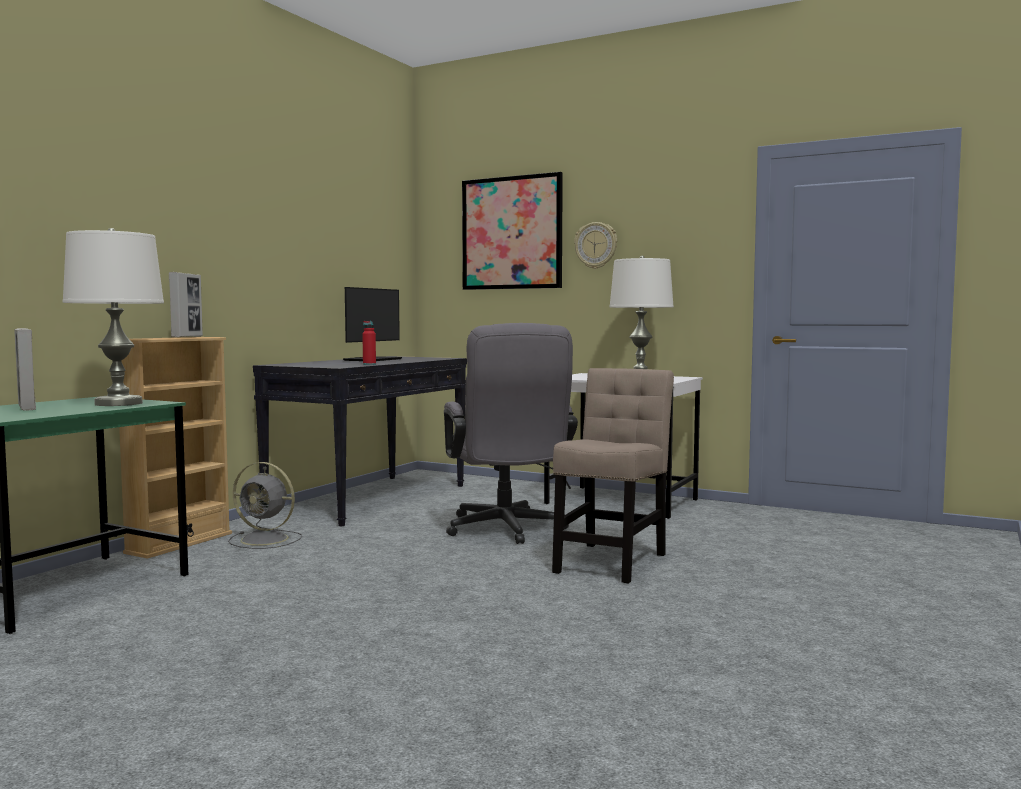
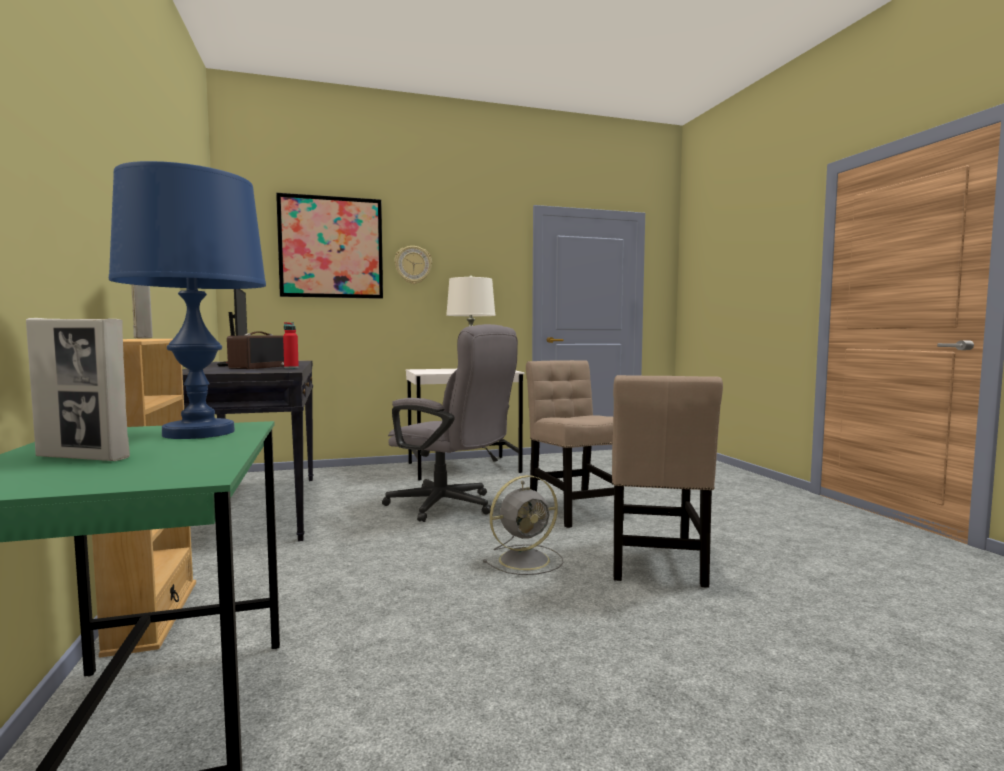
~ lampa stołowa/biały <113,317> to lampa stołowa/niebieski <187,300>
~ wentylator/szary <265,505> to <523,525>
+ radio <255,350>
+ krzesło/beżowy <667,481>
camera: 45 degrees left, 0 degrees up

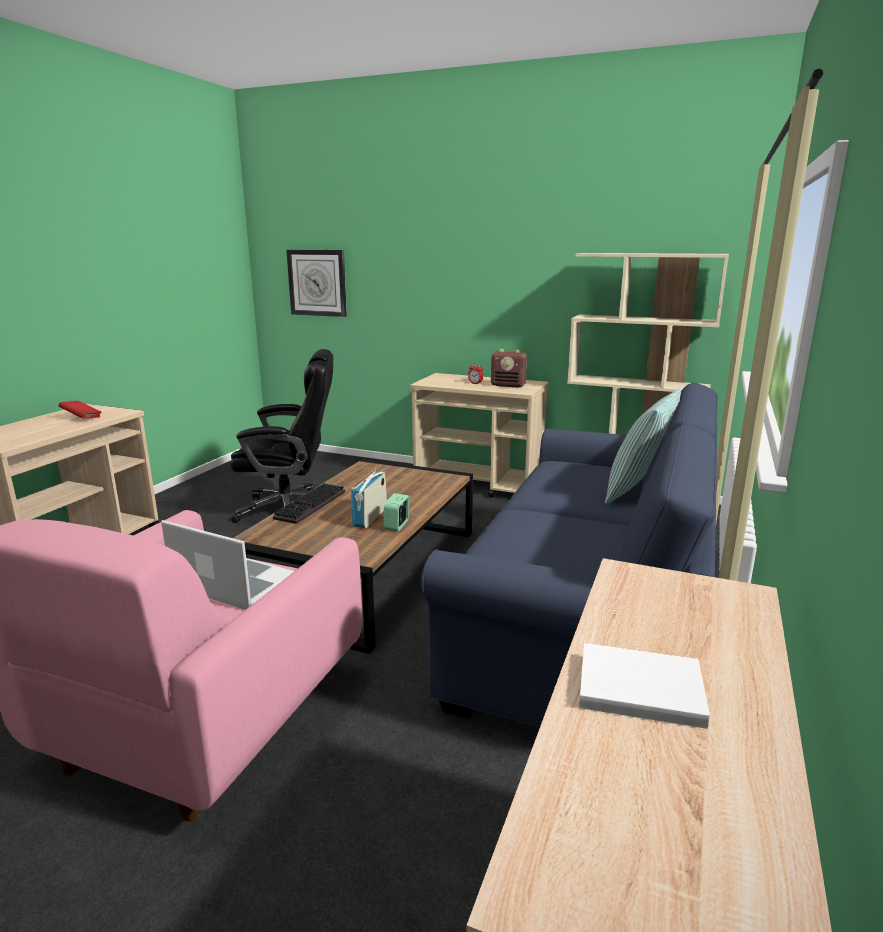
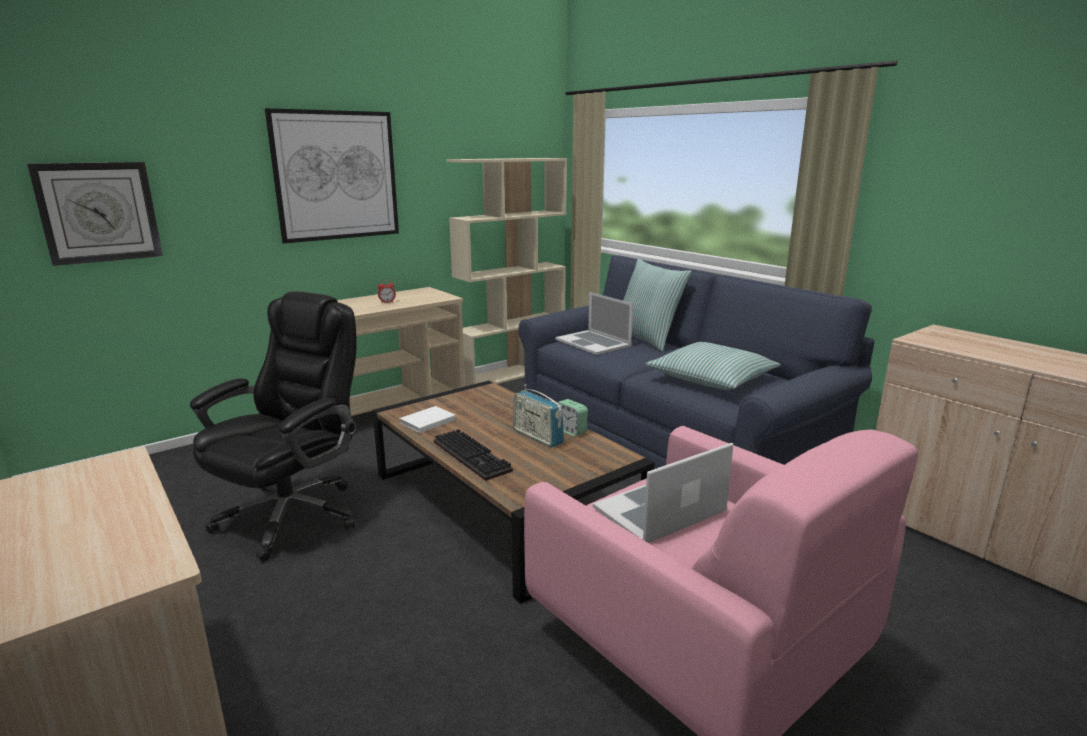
- książka/czerwony <80,410>
- radio <509,368>
~ książka/biały <644,686> to <428,419>
+ obraz <332,175>
+ laptop <594,323>
+ poduszka <713,366>
camera: 60 degrees left, 0 degrees up

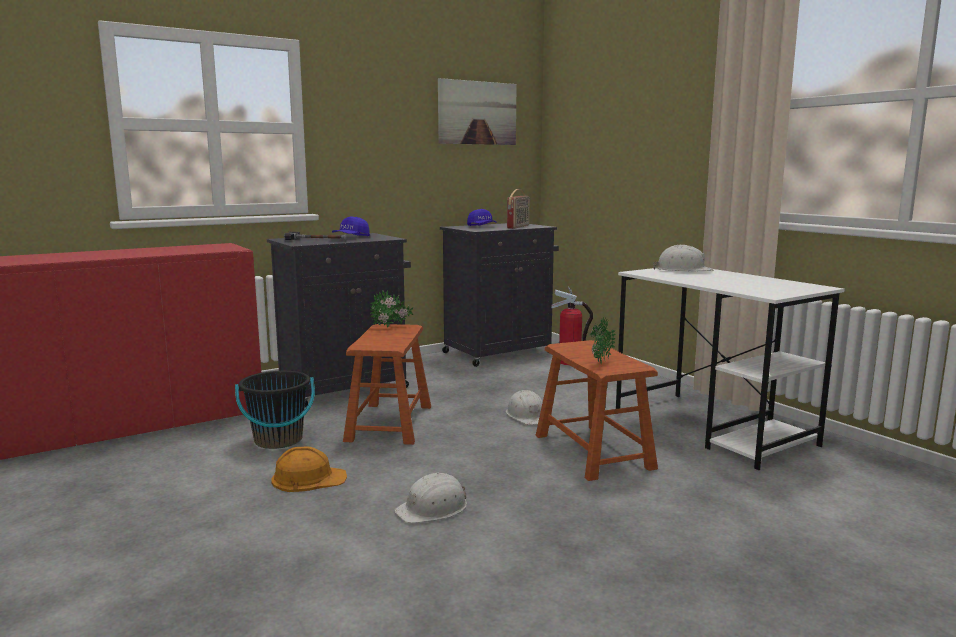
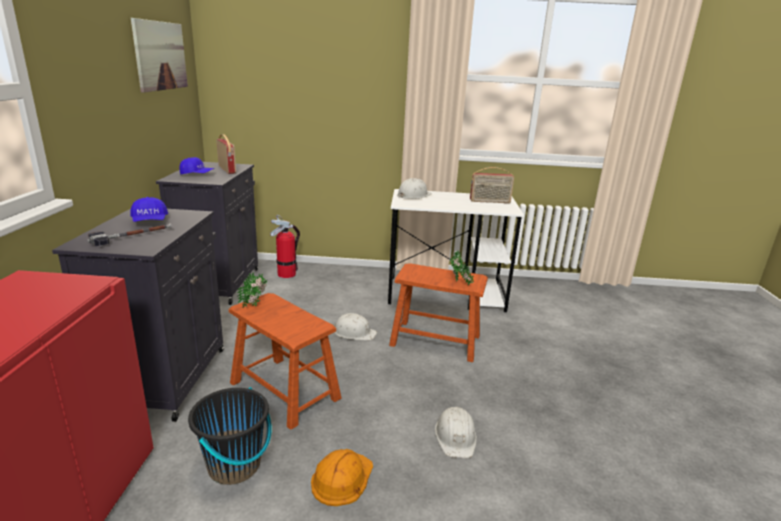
+ radio <492,185>
camera: 55 degrees left, 10 degrees up

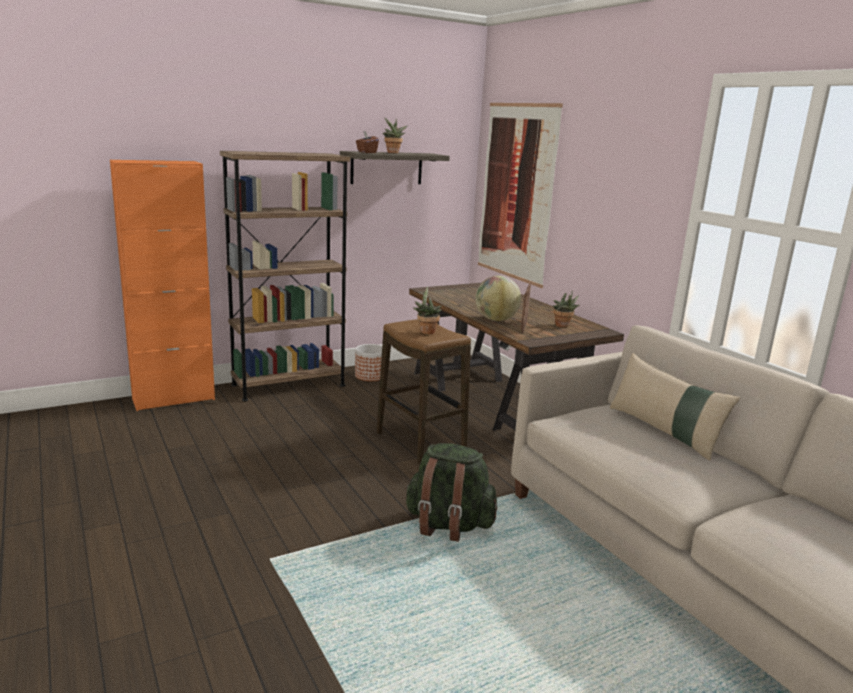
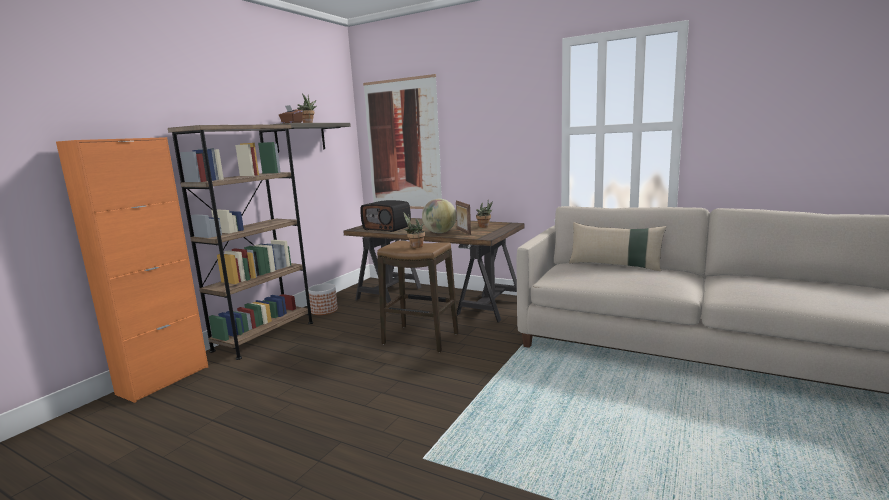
- plecak/zielony <451,492>
+ radio <385,216>
camera: 30 degrees left, 5 degrees down

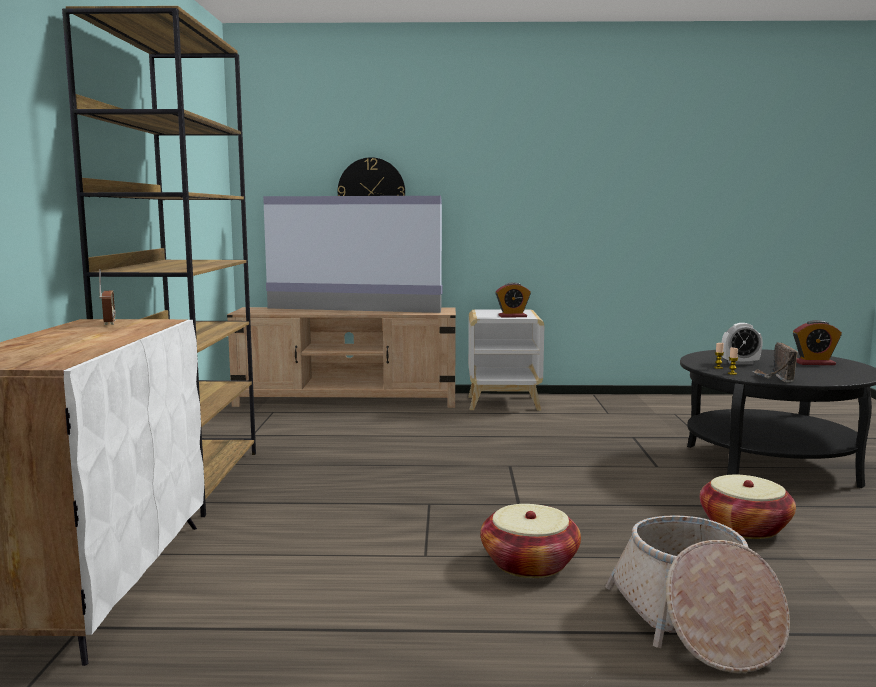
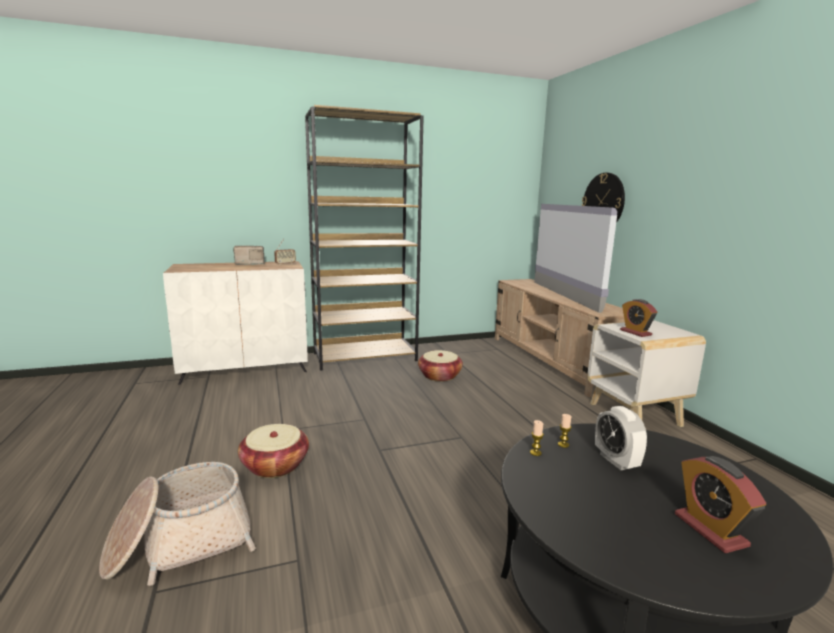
~ koszyk <748,507> to <440,366>
~ radio <775,362> to <249,255>
camera: 70 degrees right, 5 degrees up

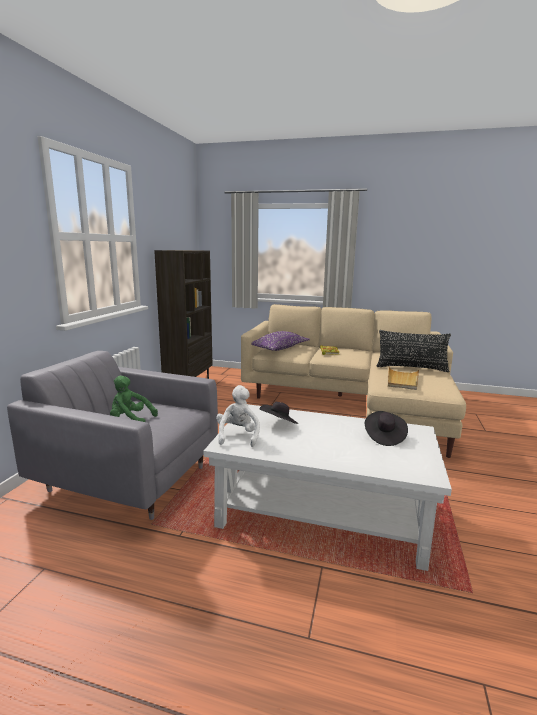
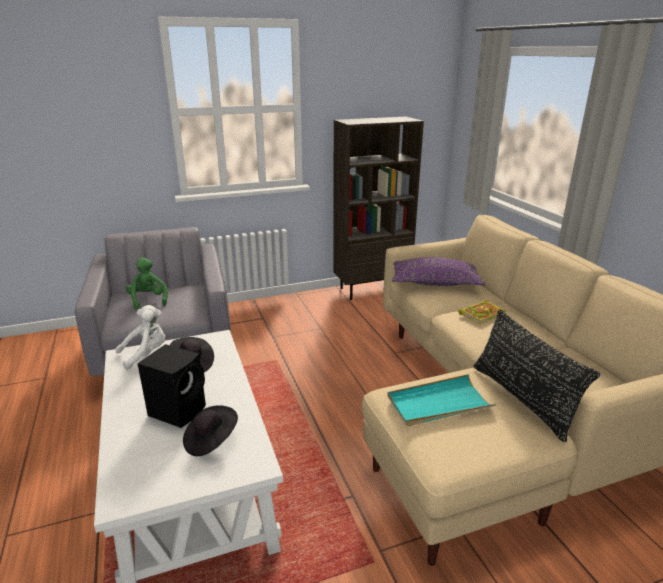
~ taca/beżowy <403,378> to taca/turkusowy <441,400>
+ głośnik/czarny <171,386>
camera: 55 degrees right, 10 degrees up

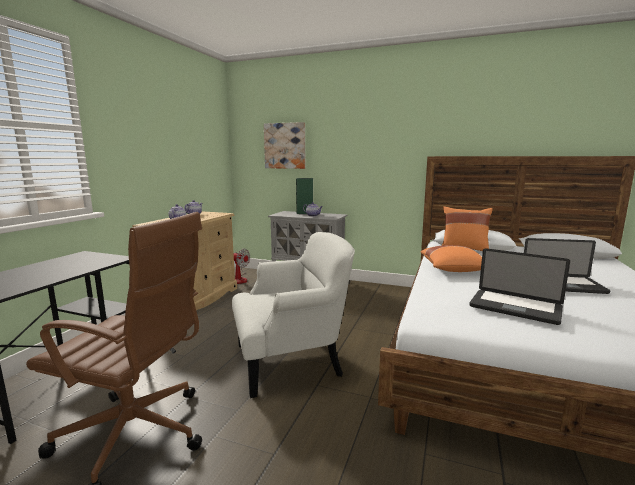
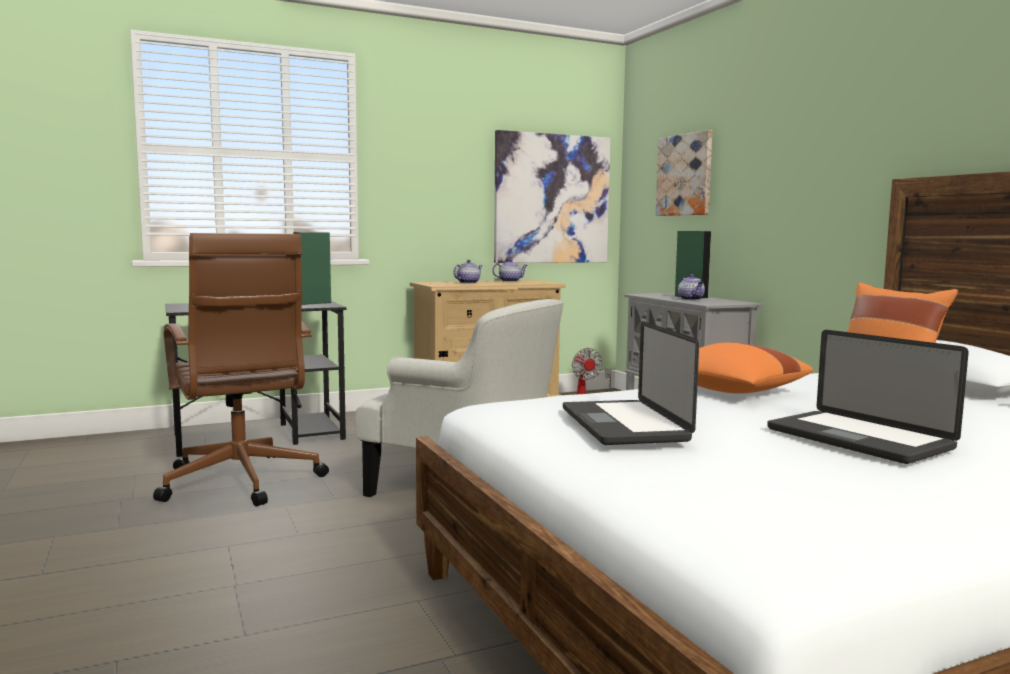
+ głośnik/zielony <312,268>
+ obraz <552,196>
camera: 45 degrees right, 5 degrees down

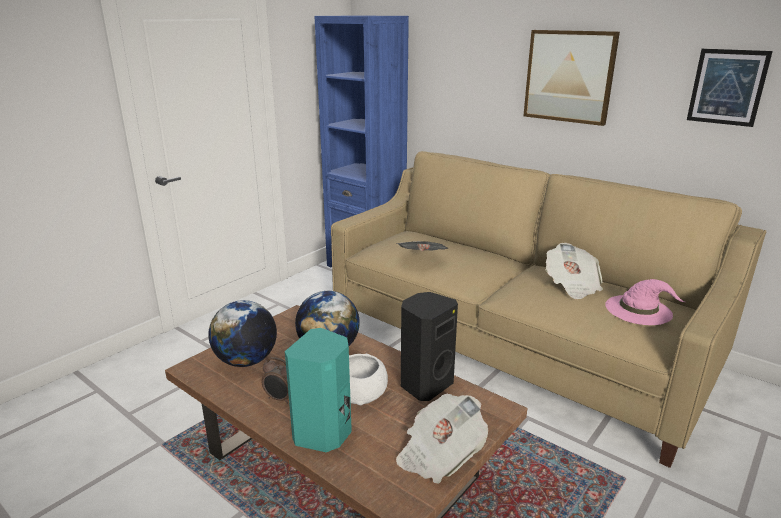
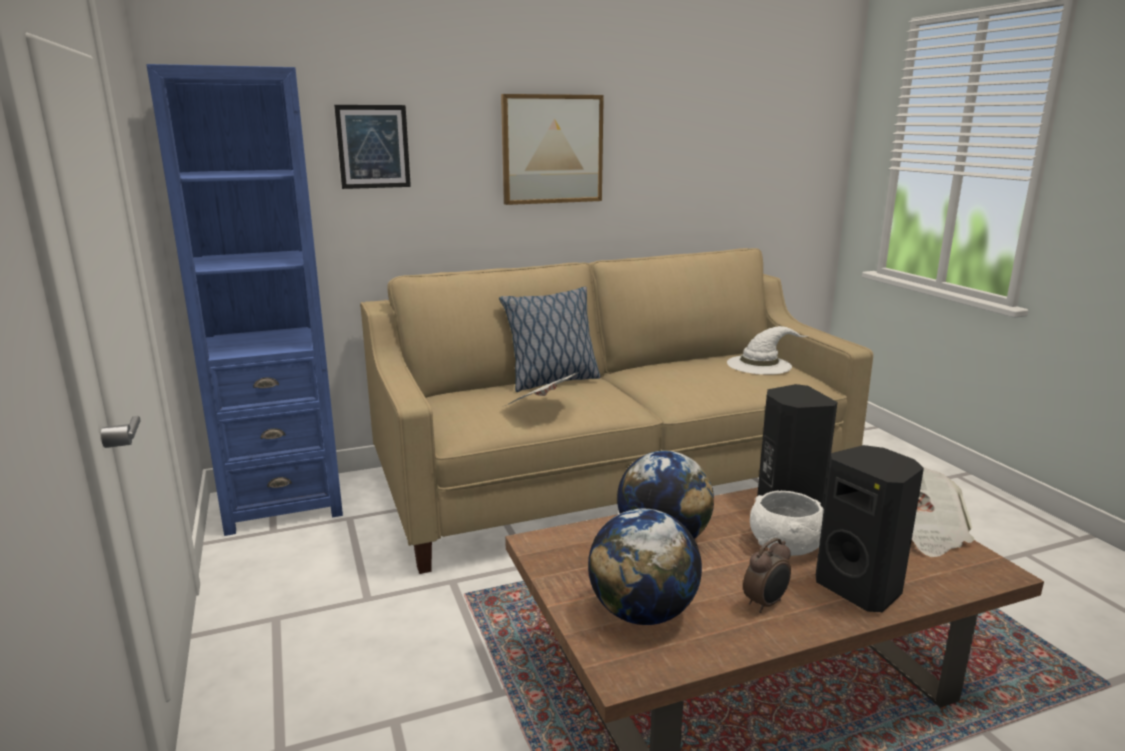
~ głośnik/turkusowy <318,390> to głośnik/czarny <870,528>
- gazeta <574,271>
~ kapelusz/różowy <645,302> to kapelusz/biały <767,350>
~ obraz <730,88> to <372,147>
+ poduszka <550,339>
camera: 60 degrees left, 5 degrees down

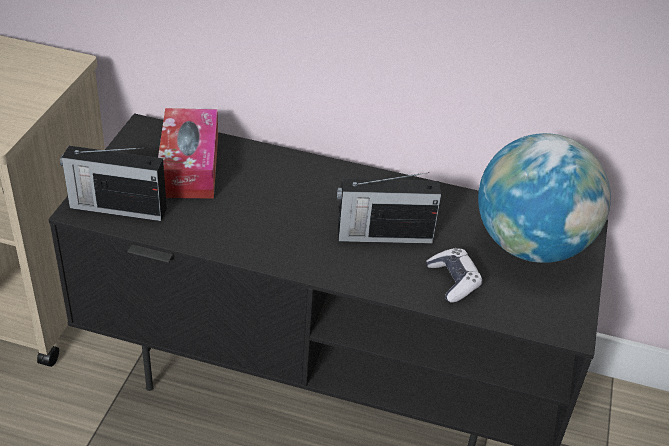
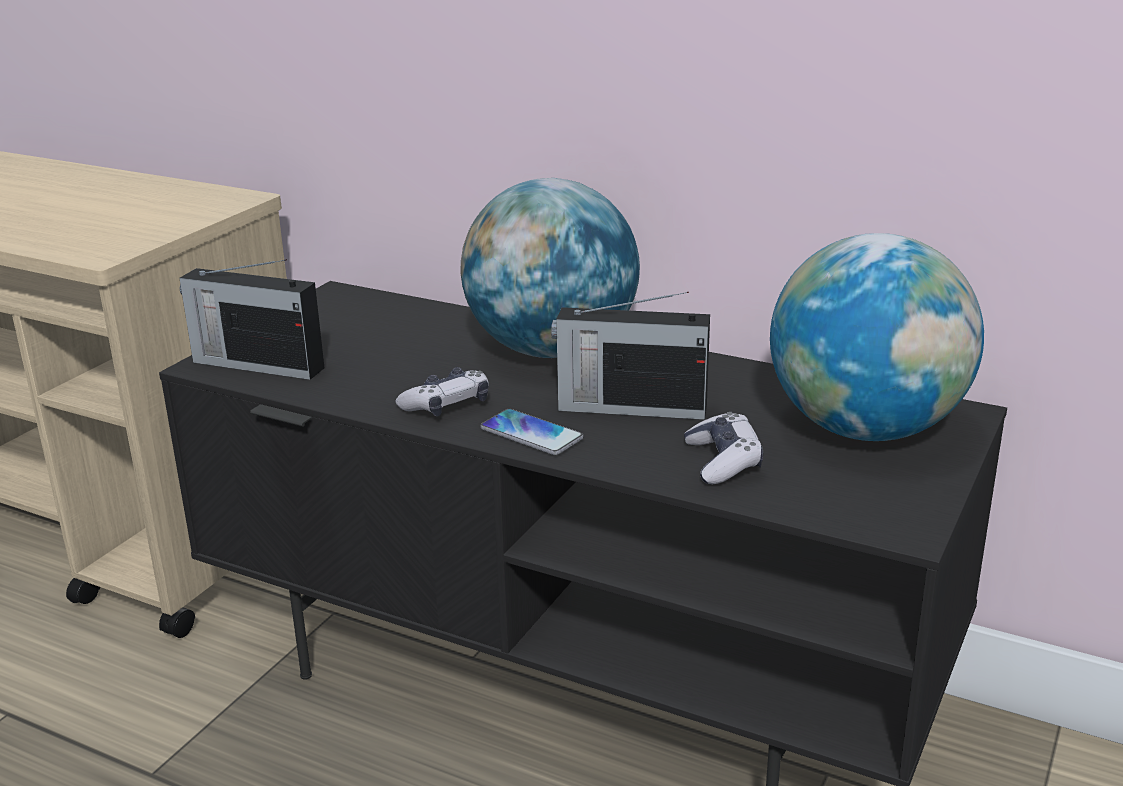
- pudełko chusteczek <188,153>
+ pad do gier <442,391>
+ globus <550,268>
+ telefon <532,432>
camera: 15 degrees right, 15 degrees down

